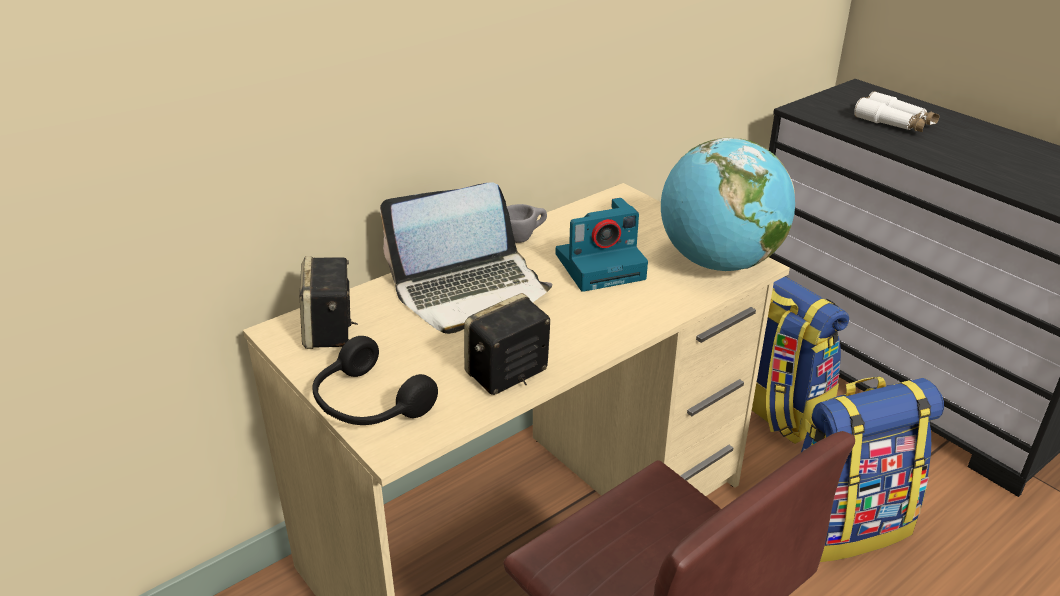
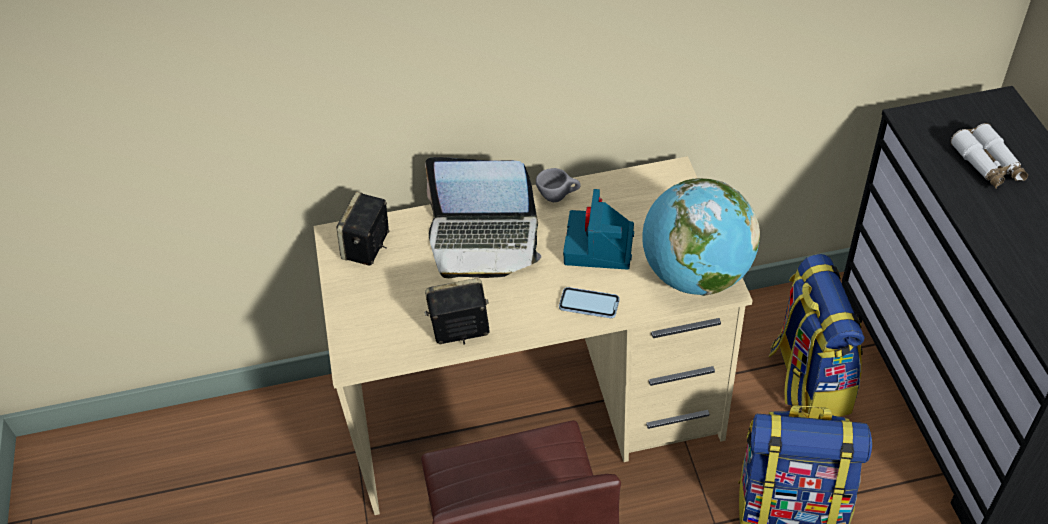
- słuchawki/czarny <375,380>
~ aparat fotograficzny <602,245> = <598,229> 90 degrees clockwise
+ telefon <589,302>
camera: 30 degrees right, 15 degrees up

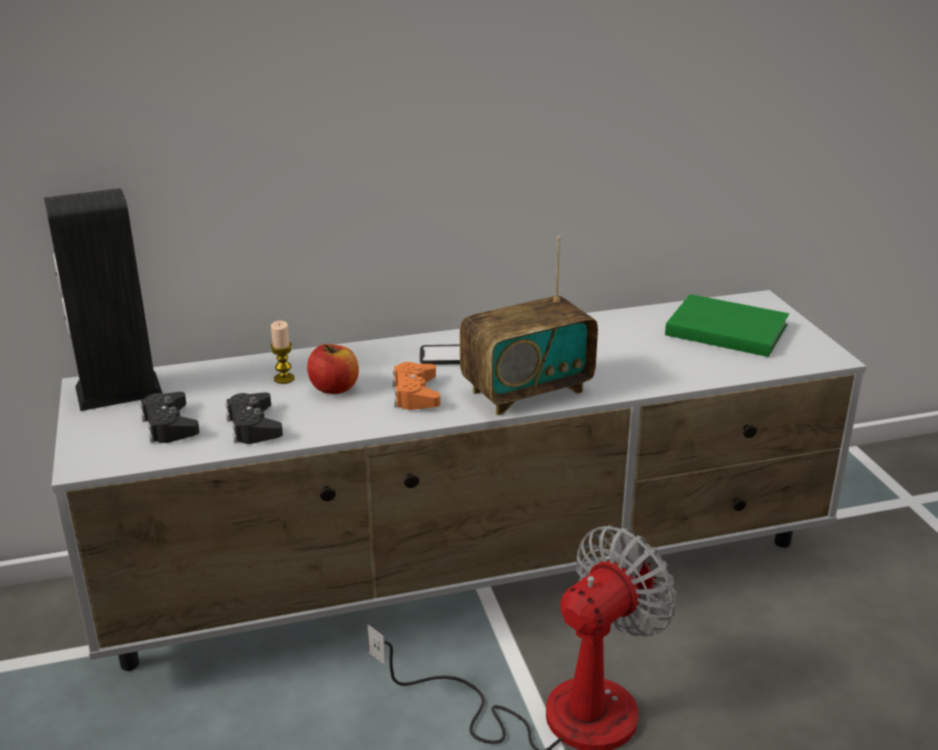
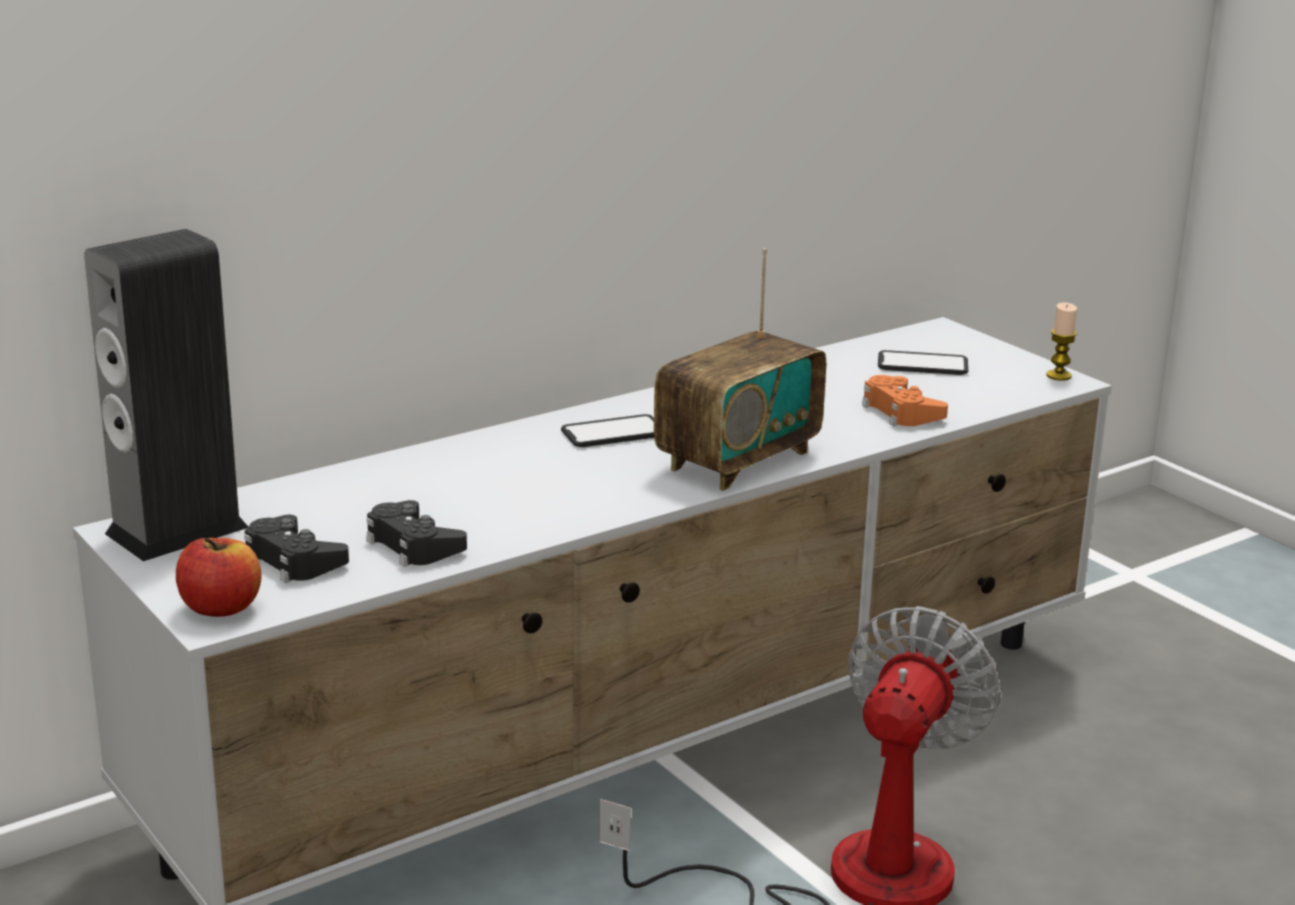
~ świeca <282,352> to <1061,341>
~ jabłko <333,369> to <219,577>
~ pad do gier/pomarańczowy <416,386> to <905,400>
~ książka/zielony <727,325> to telefon <923,362>
camera: 20 degrees left, 5 degrees down

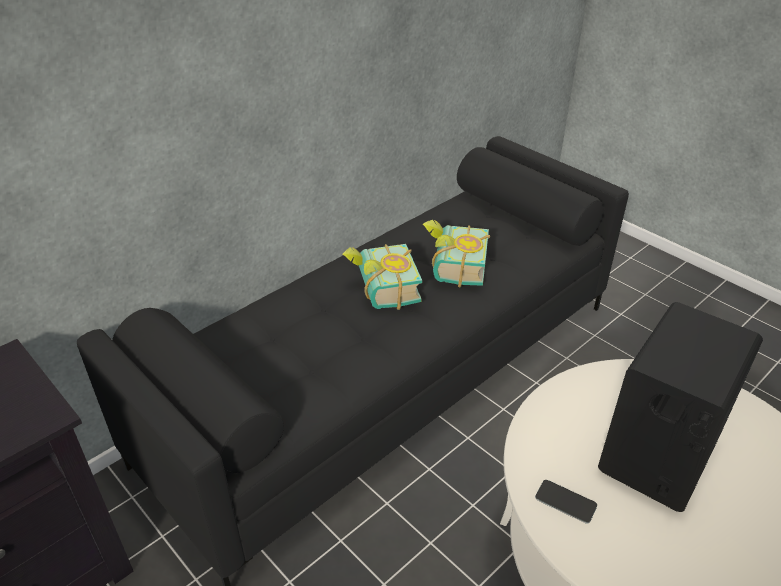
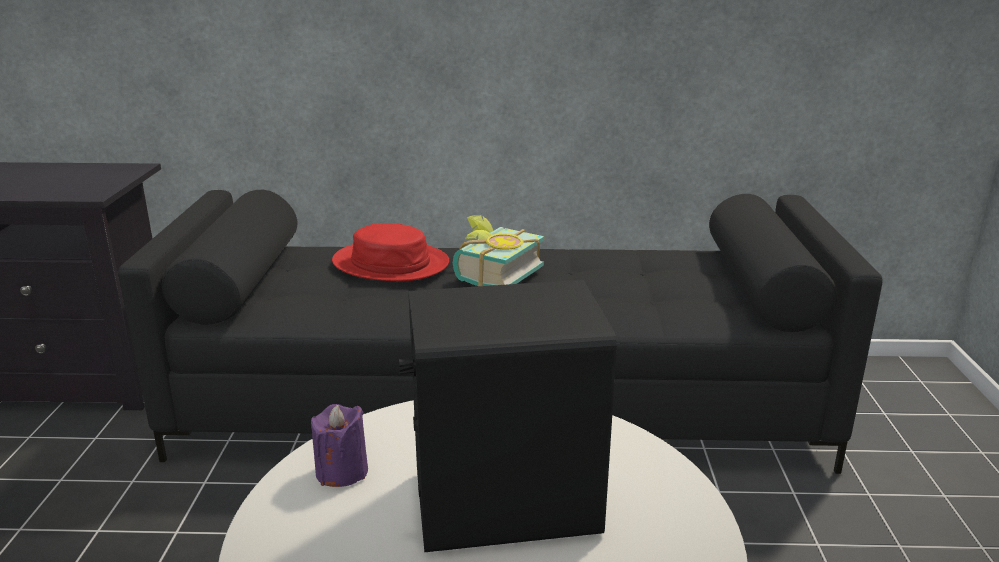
- książka <456,254>
~ telefon <566,502> to świeca/fioletowy <339,445>
+ kapelusz/czerwony <390,252>
camera: 45 degrees right, 15 degrees down

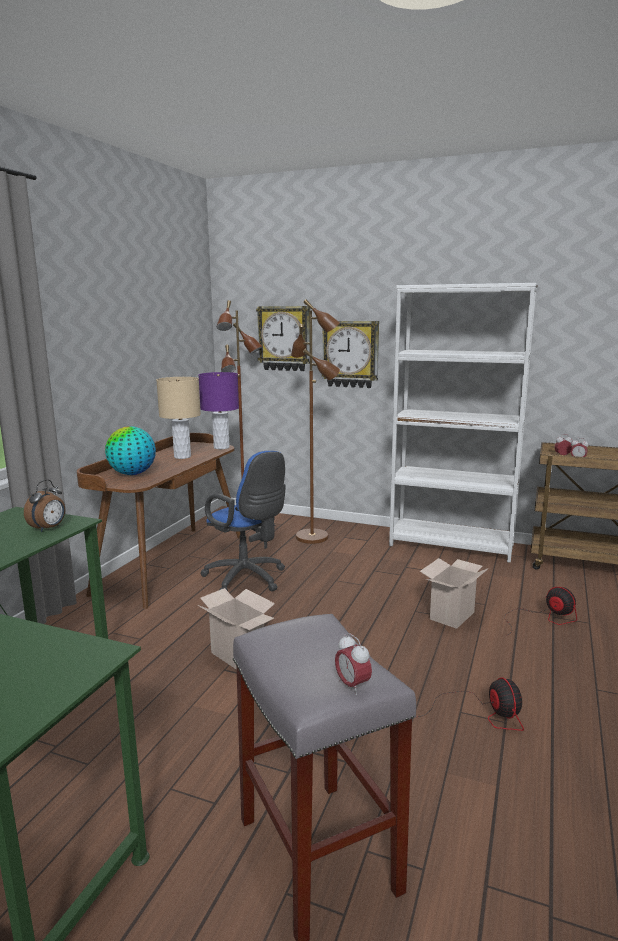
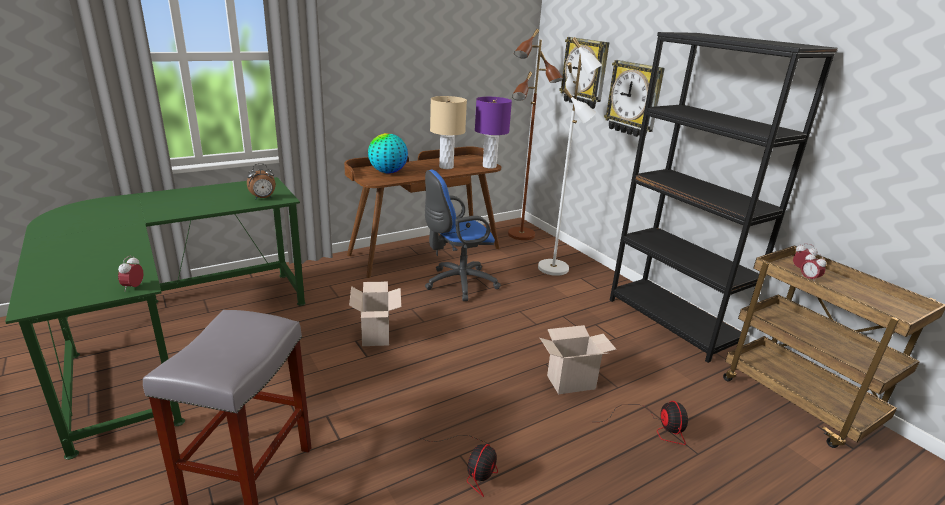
~ krzesło biurowe/niebieski <243,521> = <463,235> 75 degrees clockwise
~ lampa stojąca/brązowy <315,421> to lampa stojąca/biały <570,156>
~ budzik <353,664> to <131,273>
~ regał/biały <463,423> to regał/czarny <724,197>
camera: 35 degrees right, 10 degrees up

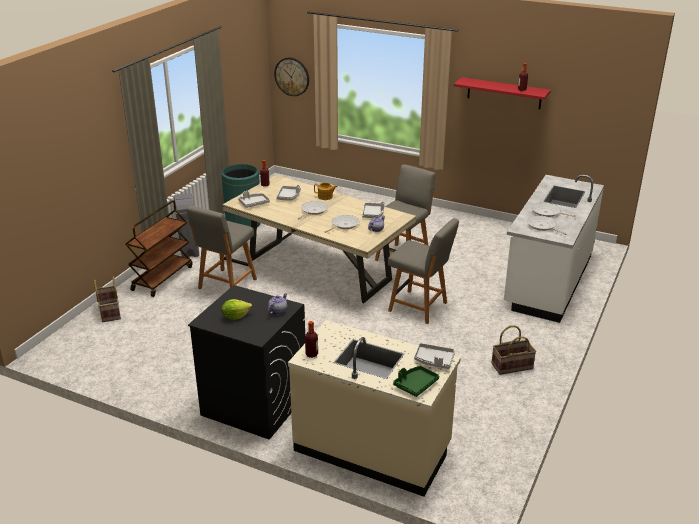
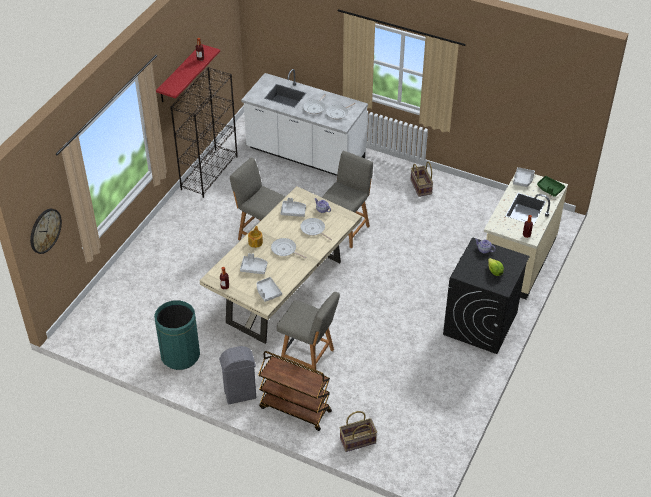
+ regał/czarny <204,132>
camera: 90 degrees left, 15 degrees up

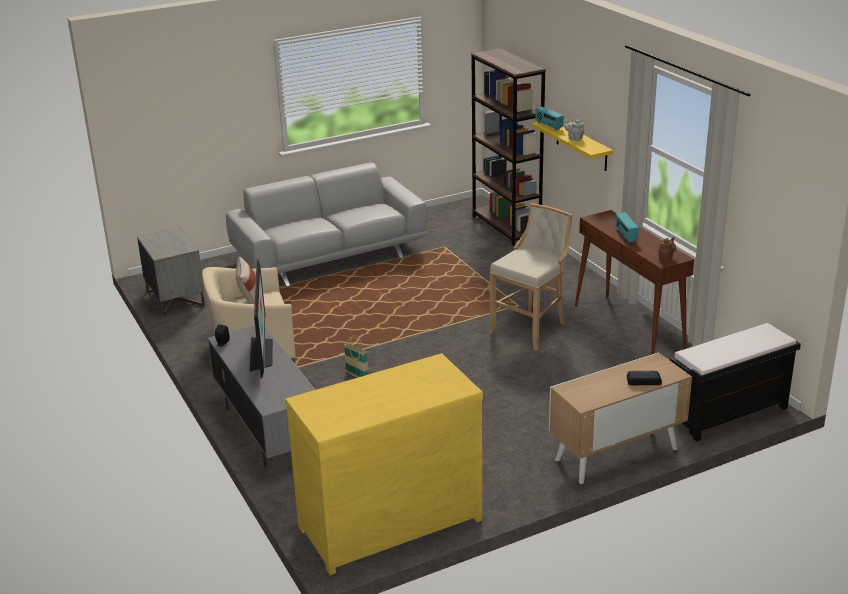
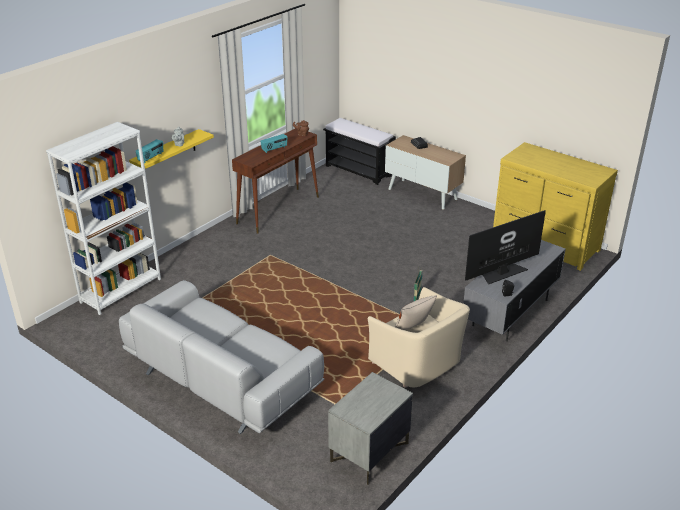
~ regał/brązowy <508,147> to regał/biały <103,218>
- stołek/beżowy <530,277>
camera: 115 degrees left, 5 degrees up

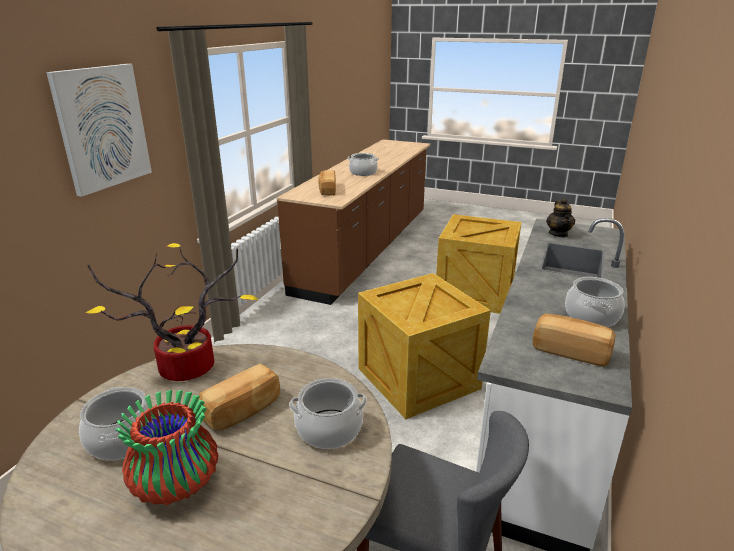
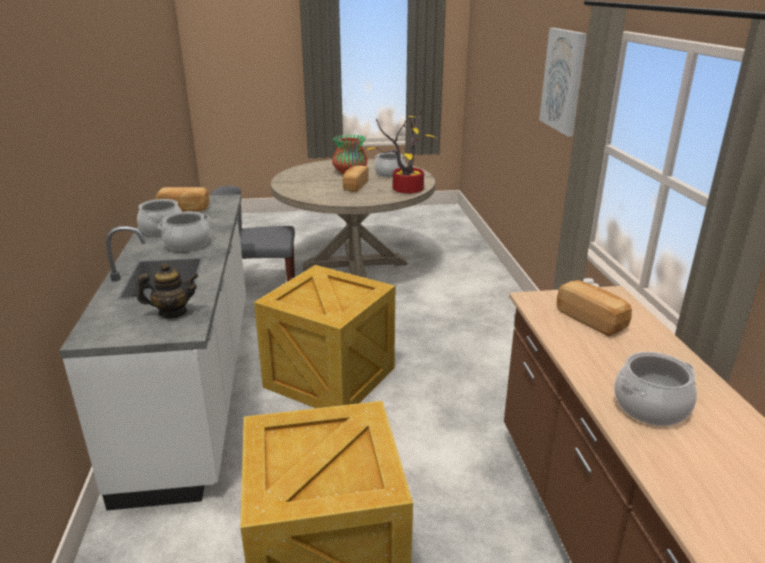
~ garnek <328,413> to <184,231>
~ imbryk <560,217> = <168,290> 105 degrees clockwise
camera: 150 degrees right, 0 degrees up

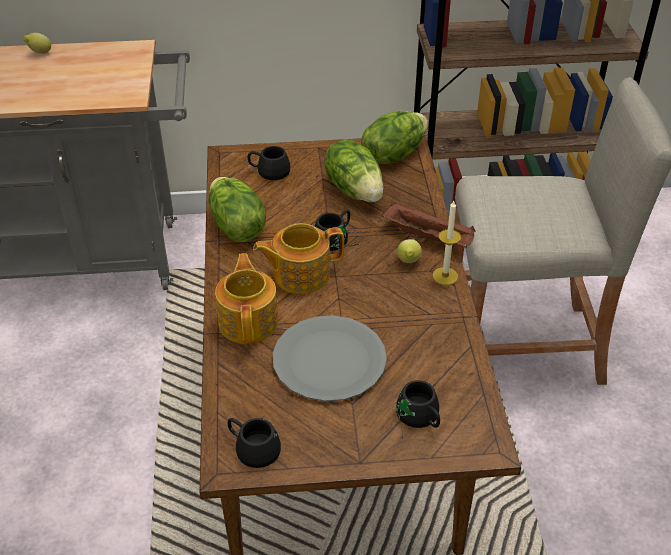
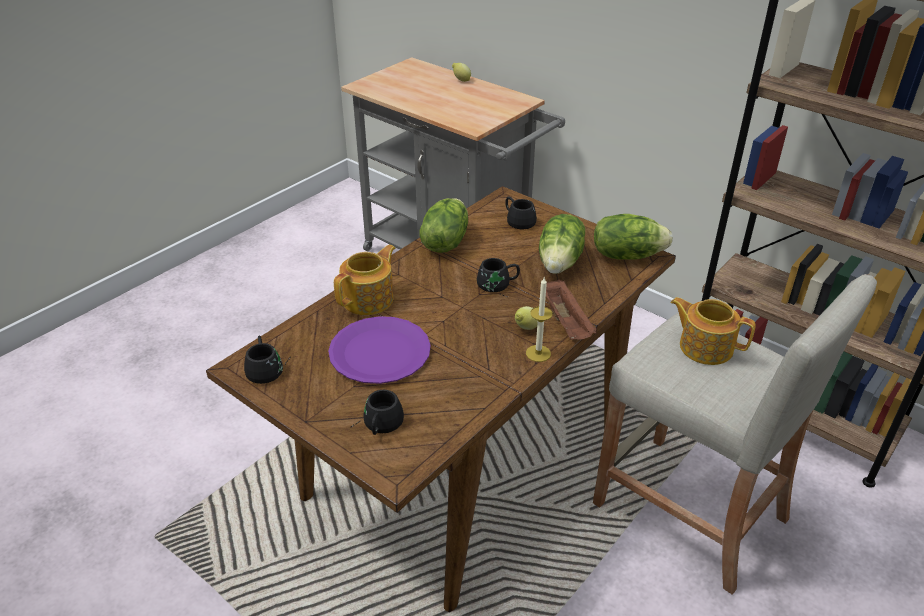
~ imbryk <298,258> to <713,331>
~ talerz/szary <330,358> to talerz/fioletowy <379,350>
camera: 45 degrees right, 5 degrees down

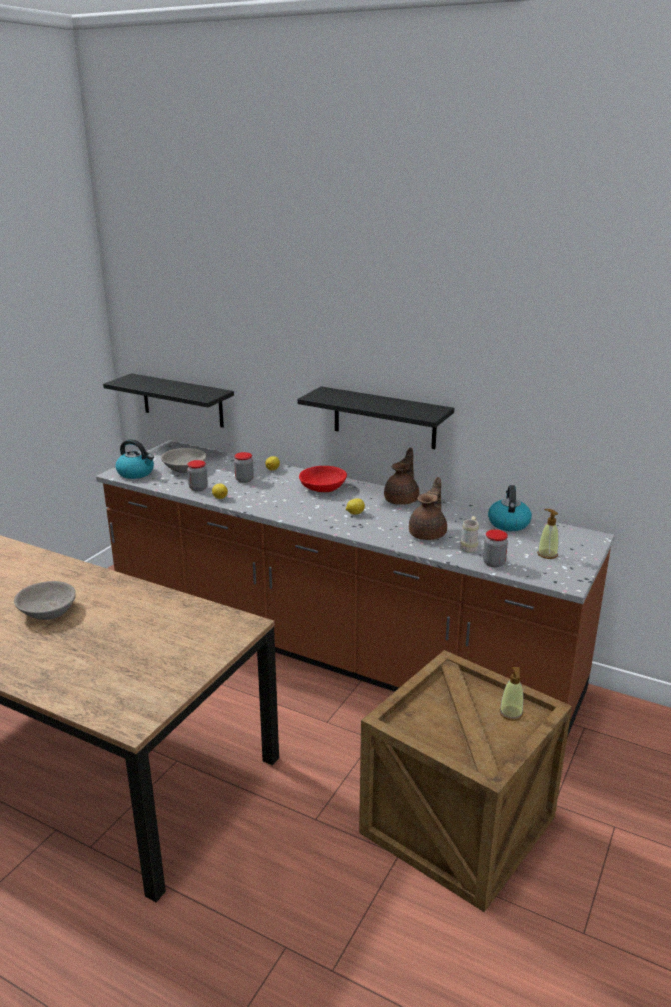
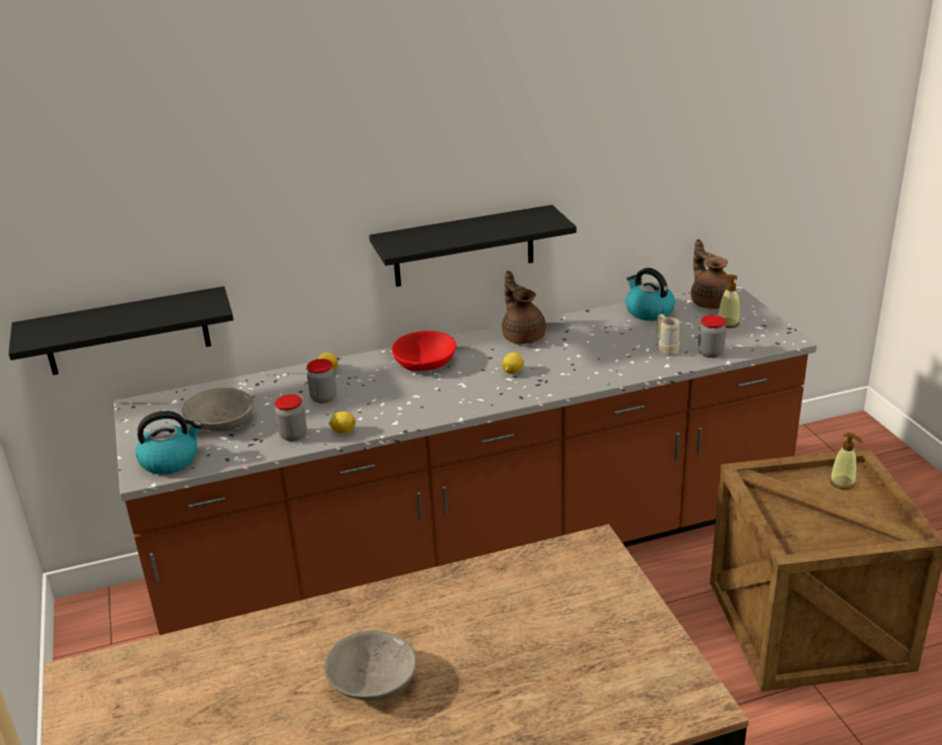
~ imbryk/brązowy <428,508> to <710,274>
camera: 45 degrees left, 5 degrees up

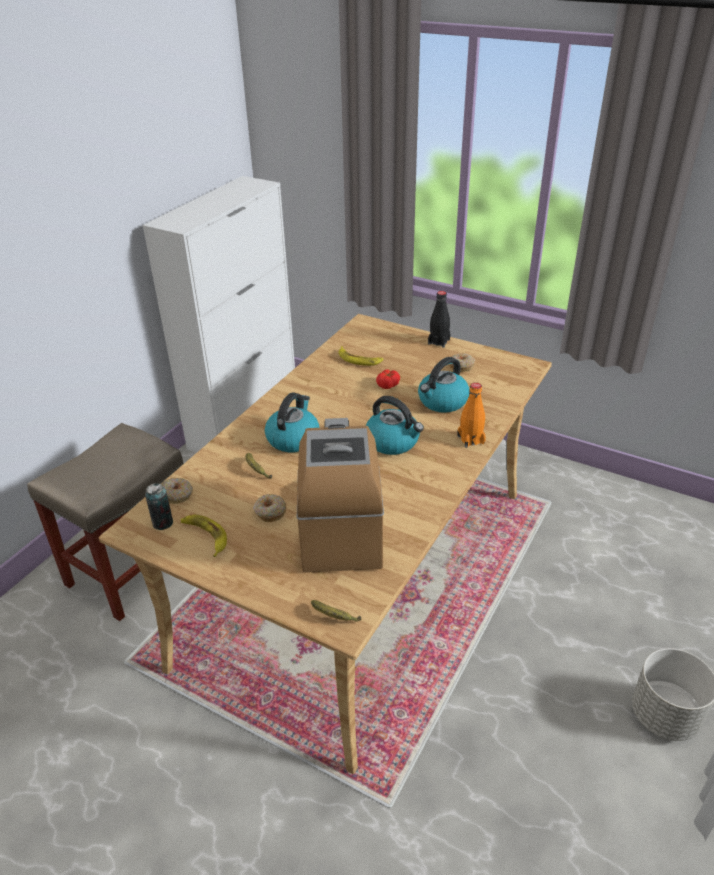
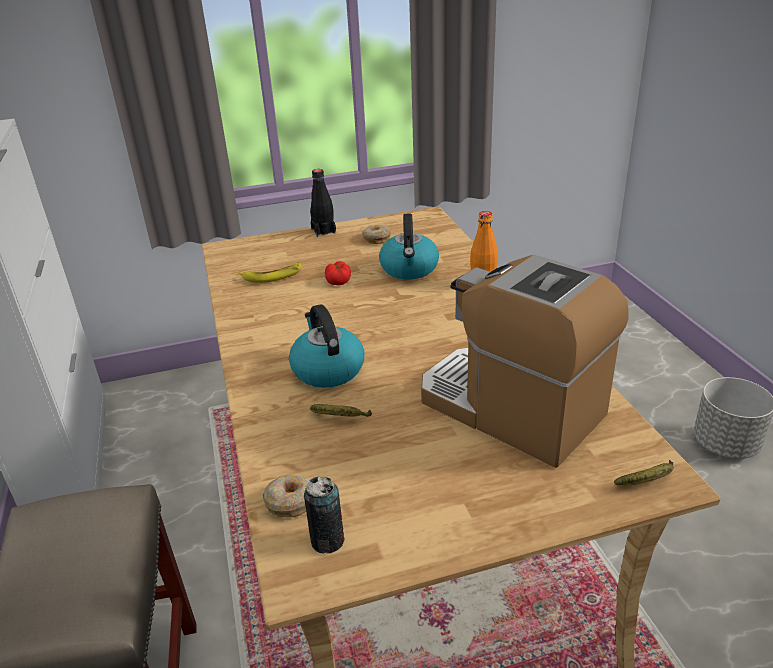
- banan <204,536>
- donut <269,508>
- czajnik <395,425>
camera: 45 degrees left, 5 degrees down

